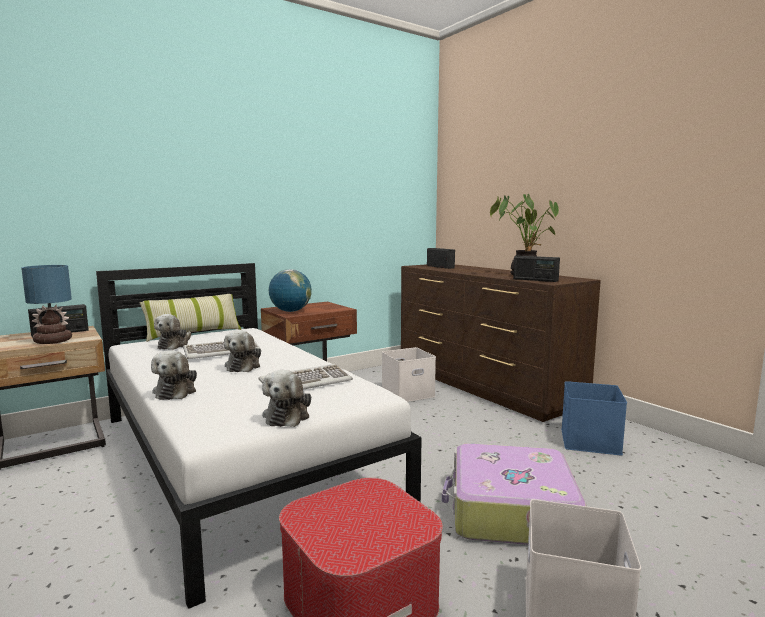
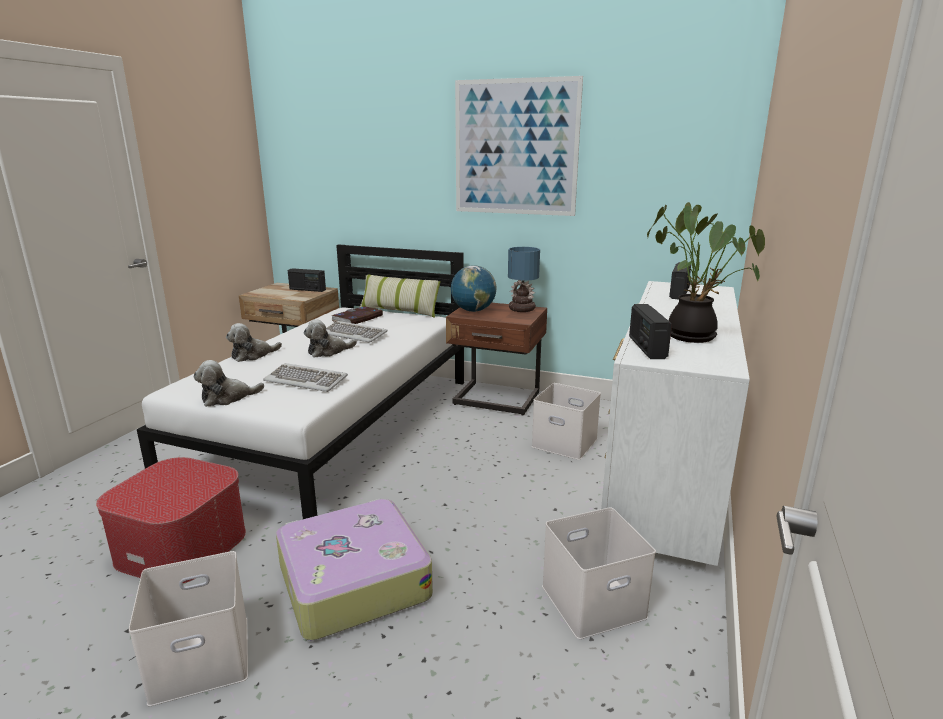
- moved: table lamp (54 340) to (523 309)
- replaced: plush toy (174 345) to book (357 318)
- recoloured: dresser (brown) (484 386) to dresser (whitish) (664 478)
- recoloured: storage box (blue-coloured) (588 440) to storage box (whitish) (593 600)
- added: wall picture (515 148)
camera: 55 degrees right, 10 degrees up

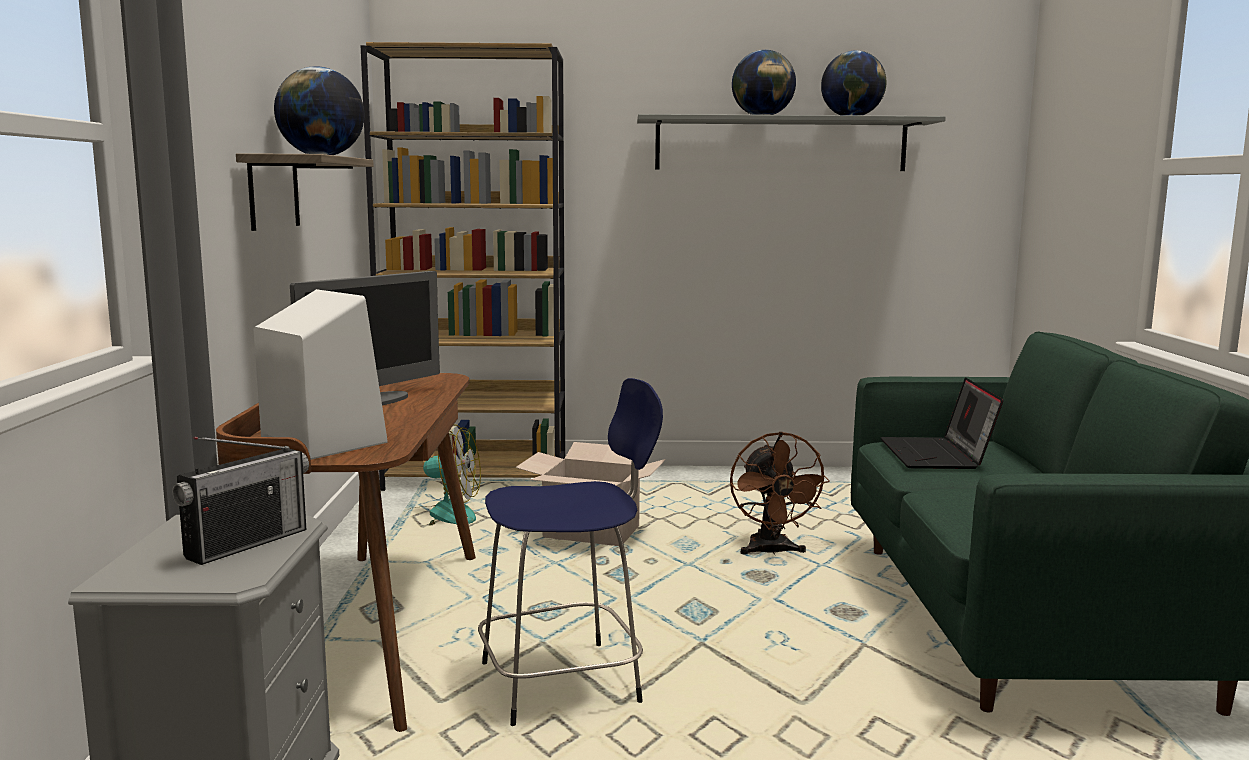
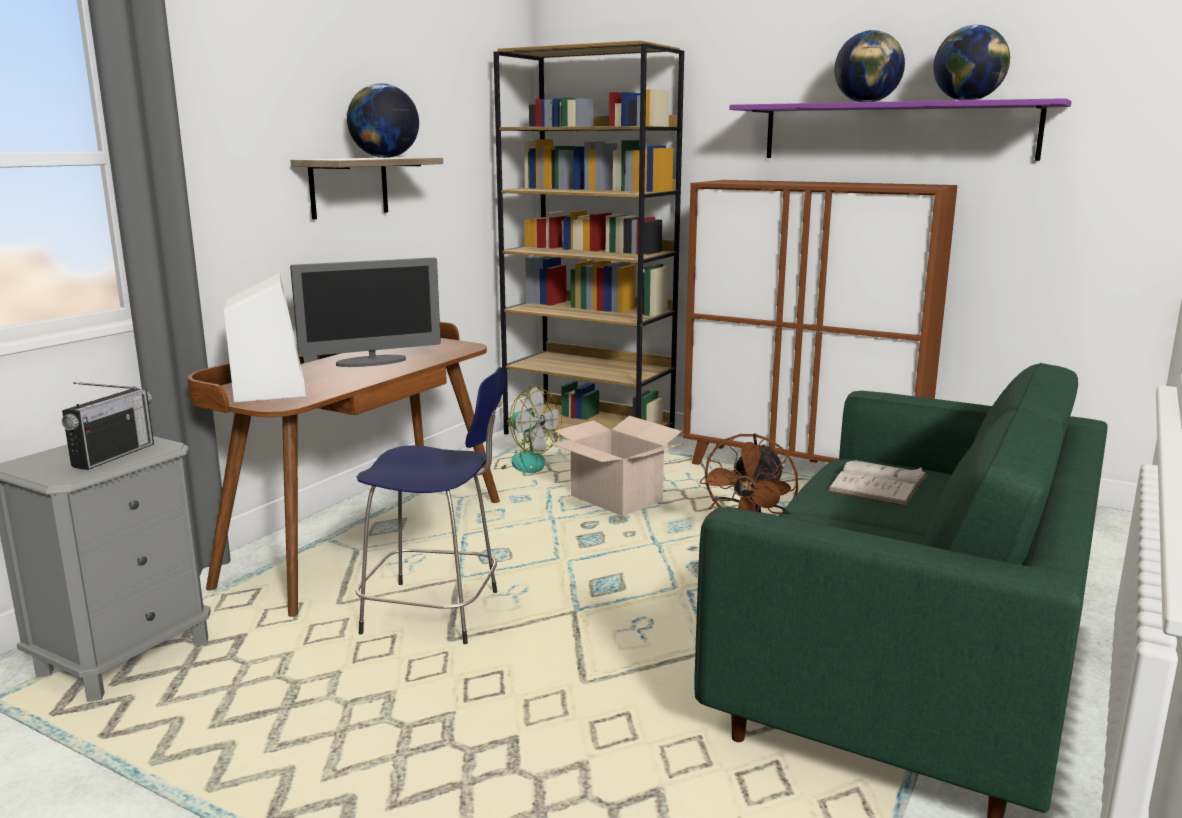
- turned: radio set (247 543) = (114 455) 45 degrees counterclockwise
- recoloured: wall shelf (greyish) (780 144) to wall shelf (purple) (896 131)
- replaced: portable computer (937 455) to book (whitish) (878 483)
- added: storage cabinet (brown) (802 472)
camera: 30 degrees right, 5 degrees up

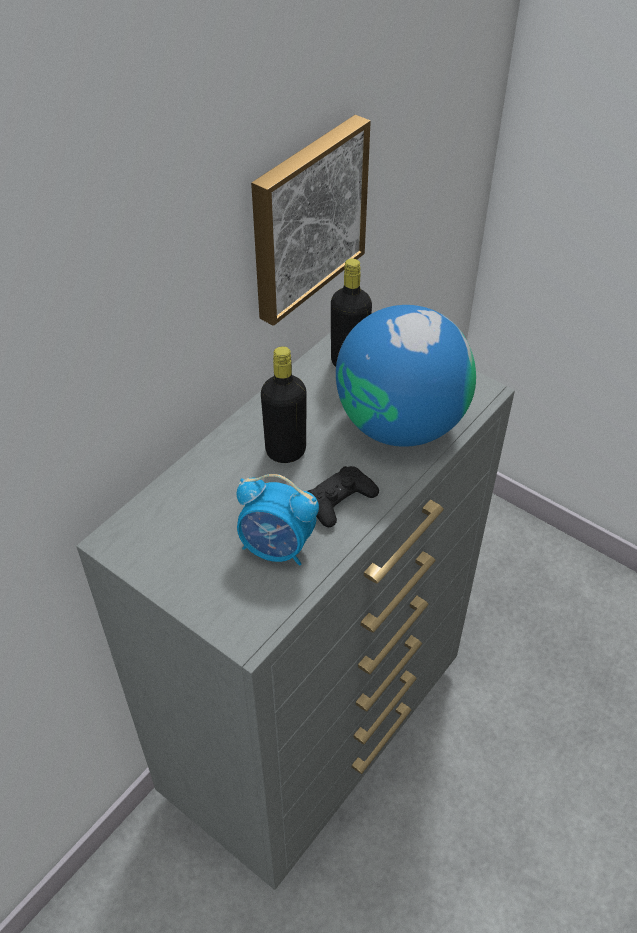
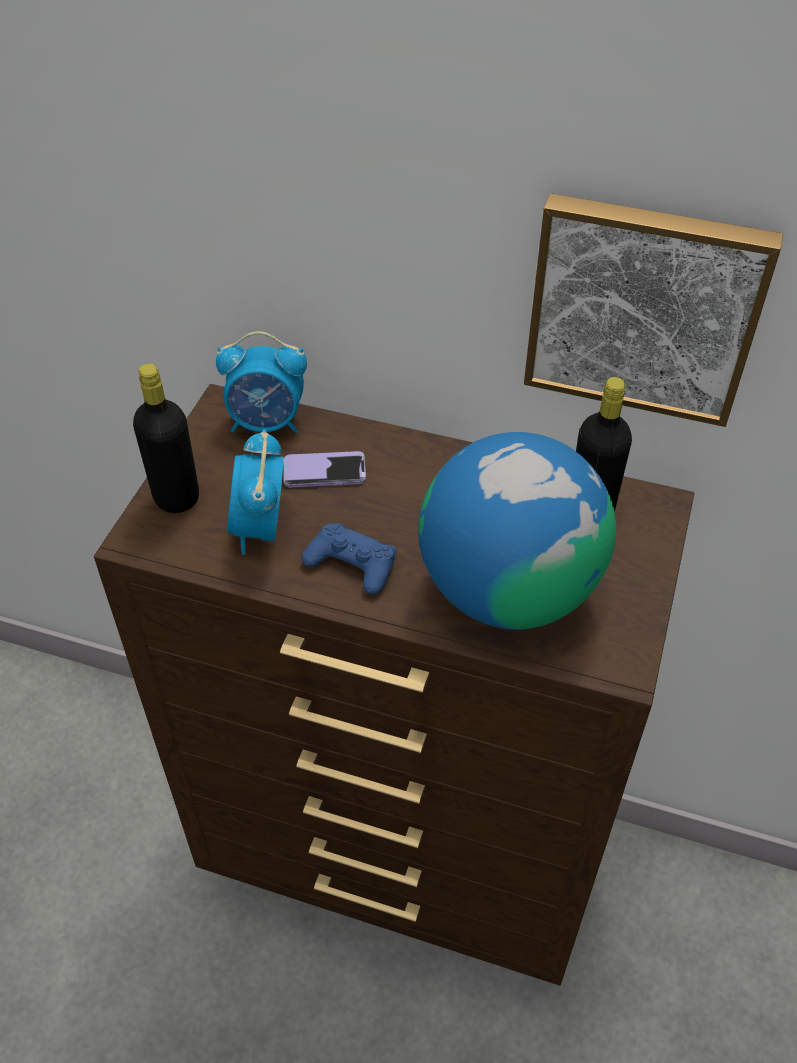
- recoloured: dresser (greyish) (317 729) to dresser (brown) (402 855)
- moved: drink bottle (black) (285 451) to (176 497)
- recoloured: game controller (black) (340 500) to game controller (blue-coloured) (352 564)
- added: alarm clock (267 423)
- added: handset (324 472)
camera: 70 degrees right, 0 degrees up

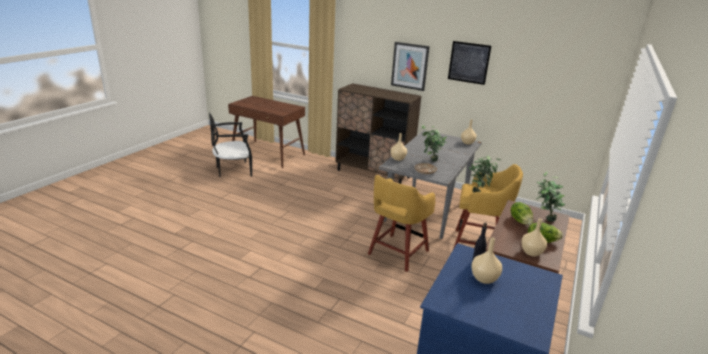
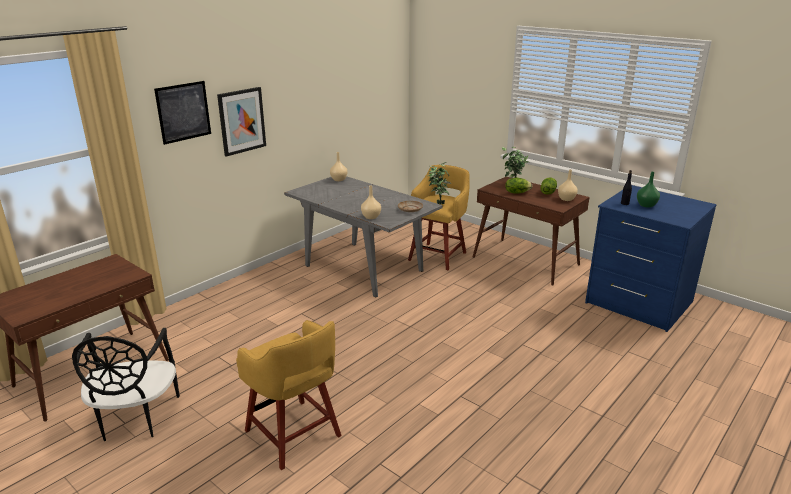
- removed: storage cabinet (brown) (373 174)
- moved: sitting stool (yellowish) (397 253) to (294 435)
- removed: plant in a pot (430 161)
- moved: wall picture (469 62) to (183 112)
- recoloured: decorative vase (beige) (484 278) to decorative vase (green) (646 205)
camera: 75 degrees left, 0 degrees up

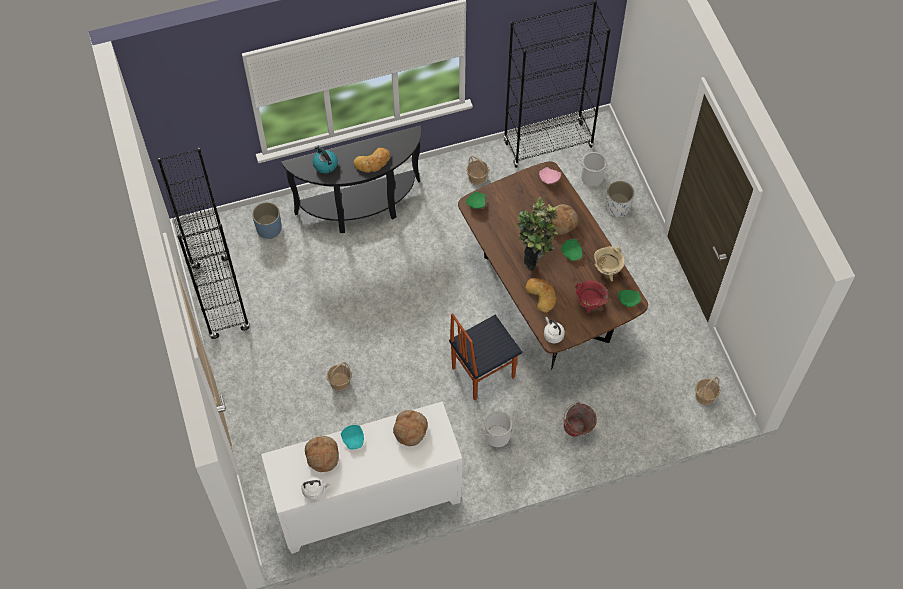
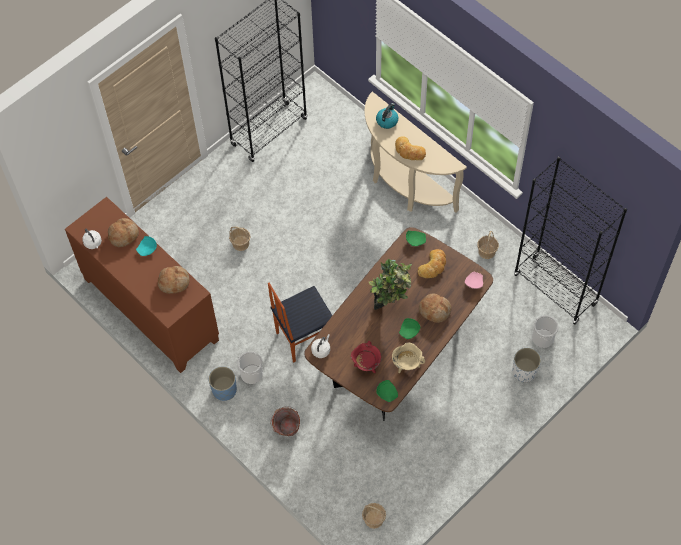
- moved: flower pot (blue-coloured) (269 228) to (224 390)
- recoloured: storage cabinet (whitish) (368 502) to storage cabinet (brown) (150 310)
- recoloured: hall table (black) (361 209) to hall table (beige) (404 184)
- turned: upright chair (482 372) = (303 337) 60 degrees counterclockwise
- moved: bakery bread (541 295) to (433 266)
camera: 65 degrees right, 0 degrees up

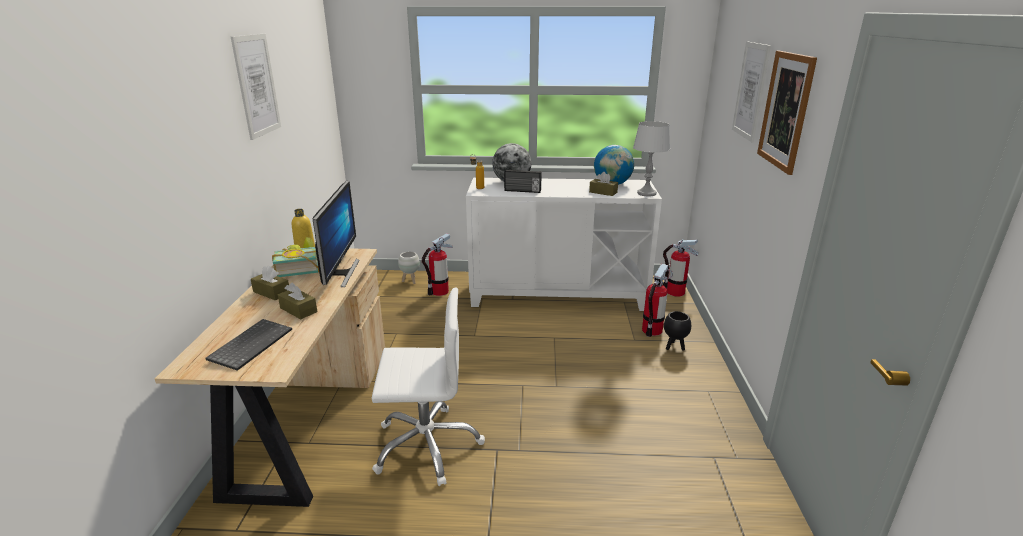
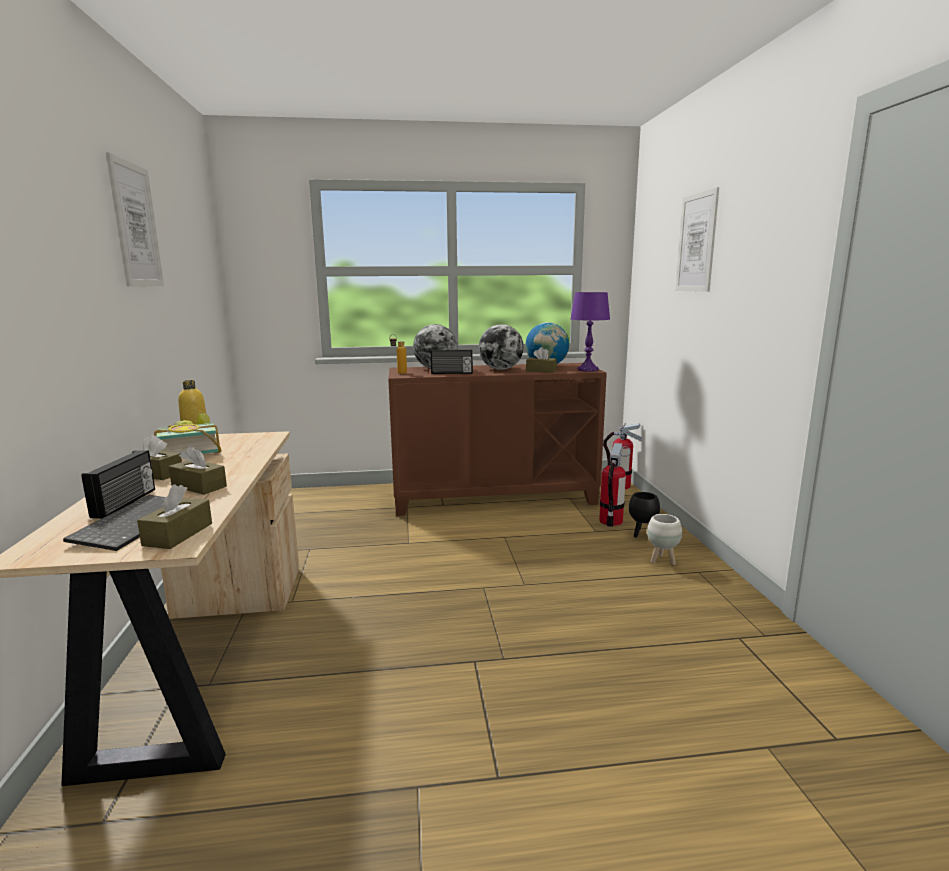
- removed: monitor (340 273)
- removed: computer chair (whitish) (427 445)
- moved: flower pot (whitish) (410 281) to (661 561)
- removed: extinguisher (439 291)
- recoloured: storage cabinet (whitish) (558 294) to storage cabinet (brown) (493 497)
- recoloured: table lamp (greyish) (646 193) to table lamp (purple) (587 370)
- removed: wall picture (785 110)
- added: radio set (126 503)
- added: tissue box (brown) (178 534)
- added: desk globe (500 369)
camera: 10 degrees left, 10 degrees down

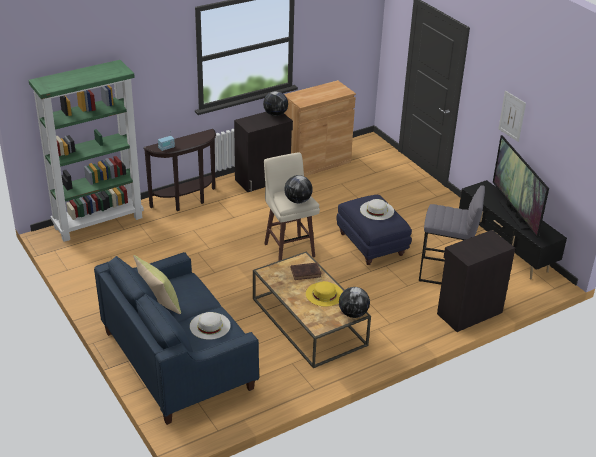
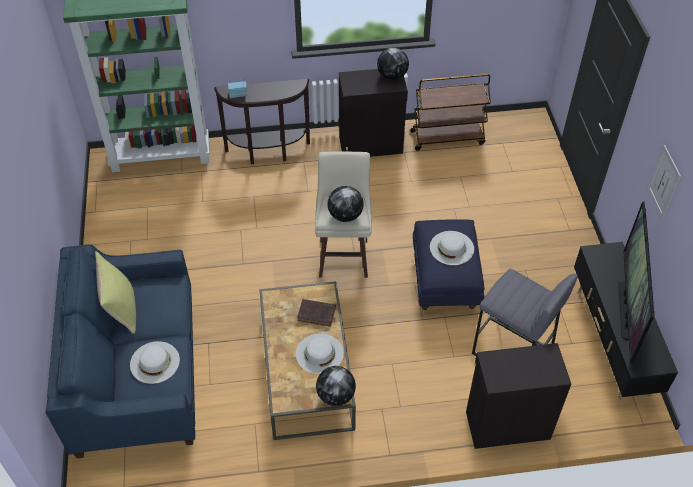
- replaced: storage cabinet (brown) (316 163) to trolley (brown) (447 137)
- recoloured: hat (yellowish) (324 294) to hat (whitish) (319 353)
camera: 25 degrees right, 15 degrees up

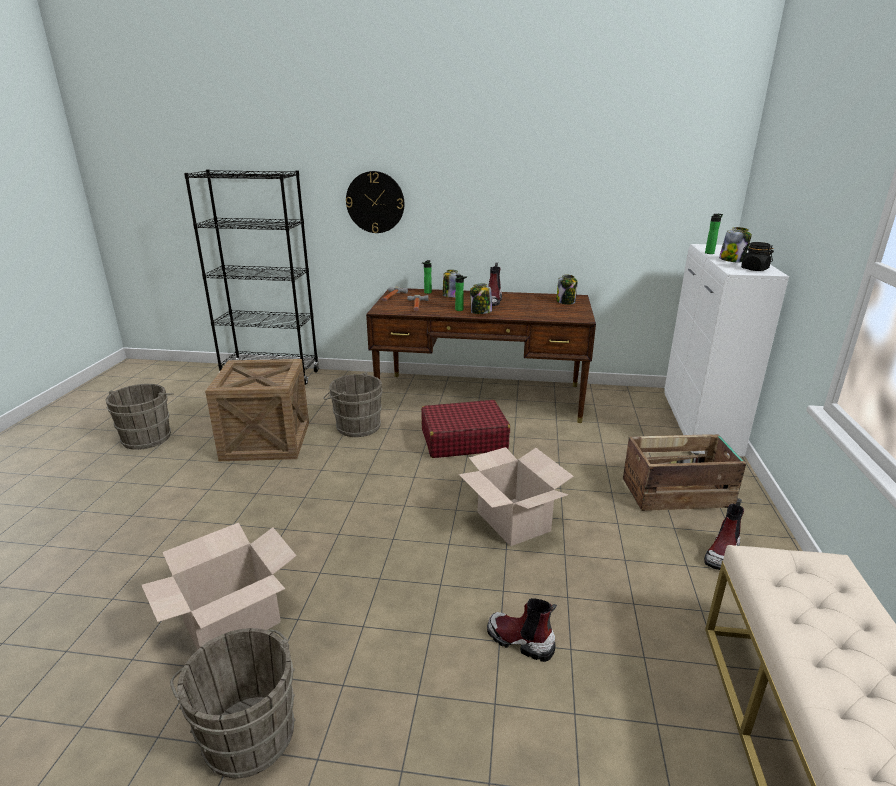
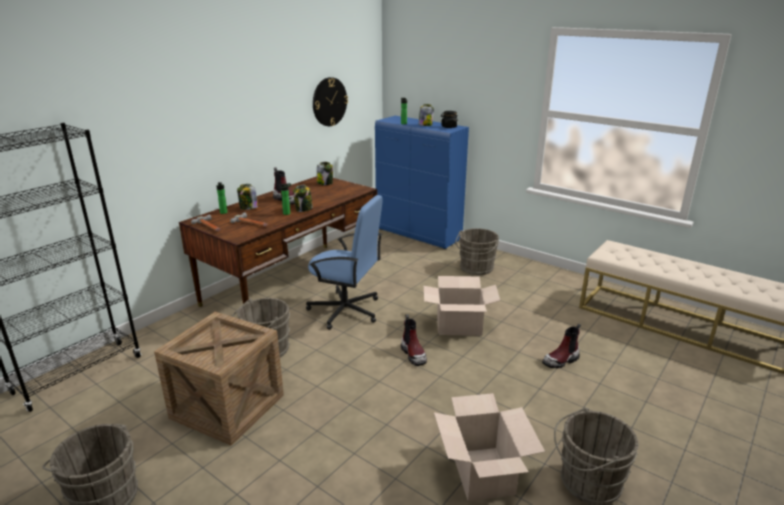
- moved: clock on the wall (375 202) to (329 102)
- replaced: travel case (red-coloured) (463 440) to computer chair (blue-coloured) (346 310)
- replaced: packing crate (678 493) to bucket (greyish) (475 269)
- recoloured: storage cabinet (whitish) (700 425) to storage cabinet (blue-coloured) (419 235)
- moved: high-top boot (722 554) to (414 354)
camera: 60 degrees left, 0 degrees up

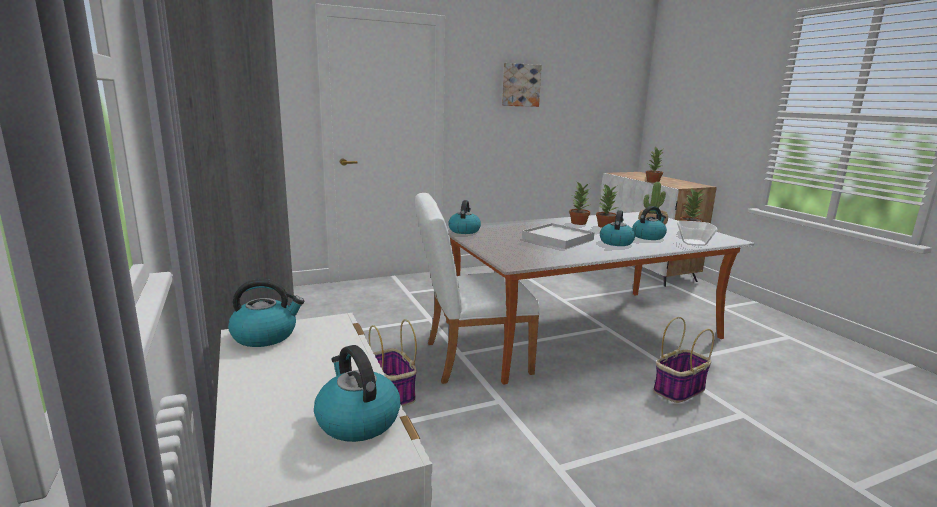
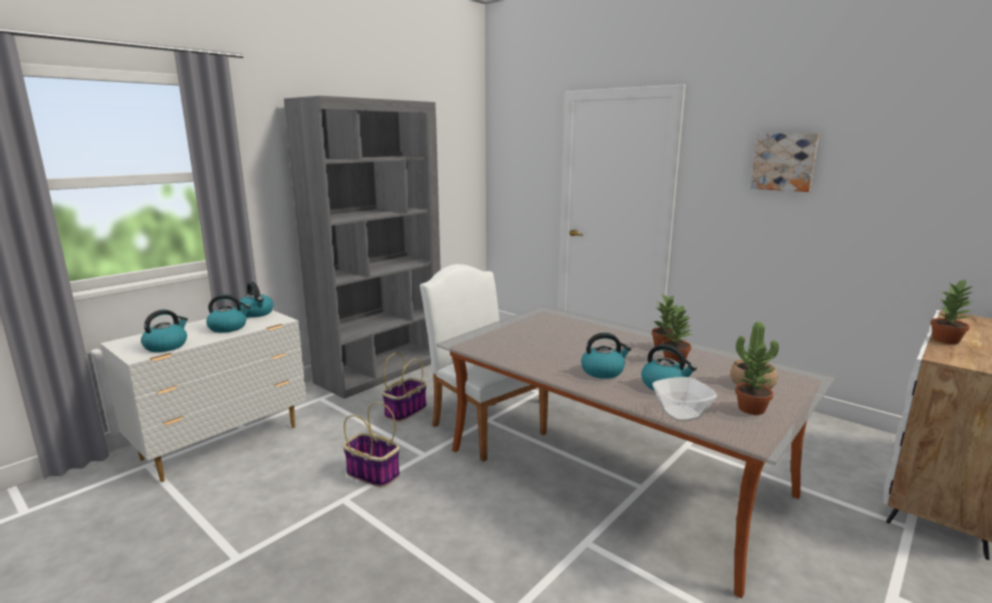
- moved: water kettle (464 230) to (228 327)
- removed: carrying tray (whitish) (558 239)
- moved: basket (679 390) to (372 473)
camera: 65 degrees right, 0 degrees up

